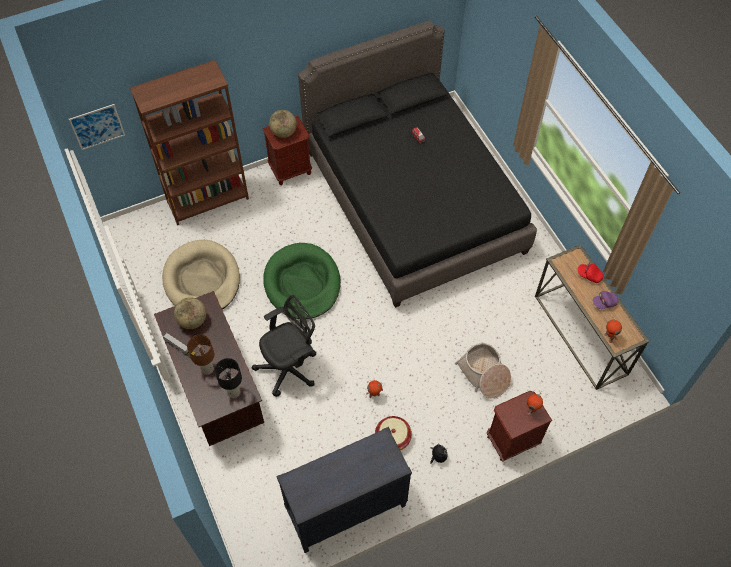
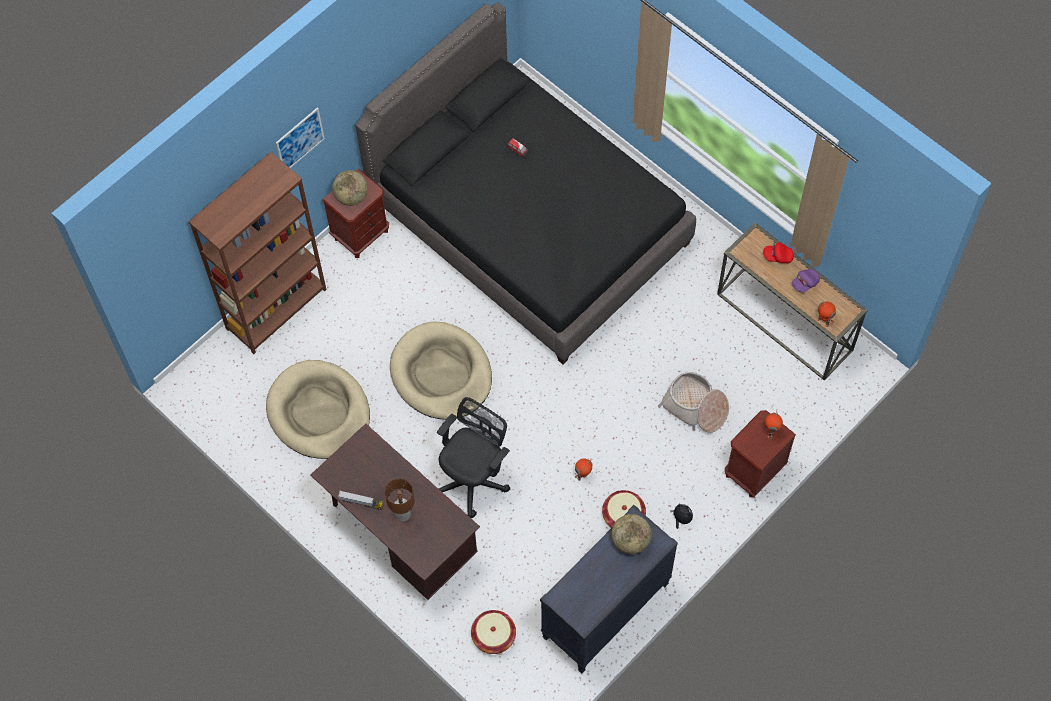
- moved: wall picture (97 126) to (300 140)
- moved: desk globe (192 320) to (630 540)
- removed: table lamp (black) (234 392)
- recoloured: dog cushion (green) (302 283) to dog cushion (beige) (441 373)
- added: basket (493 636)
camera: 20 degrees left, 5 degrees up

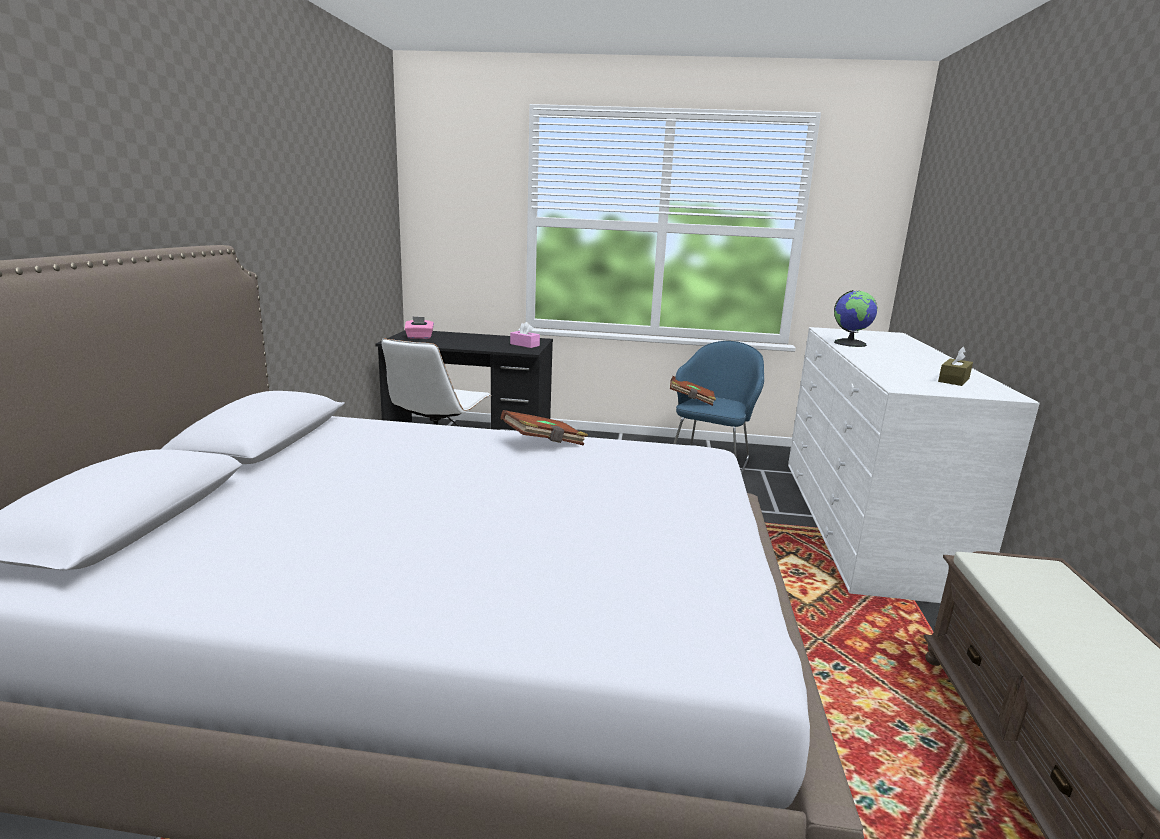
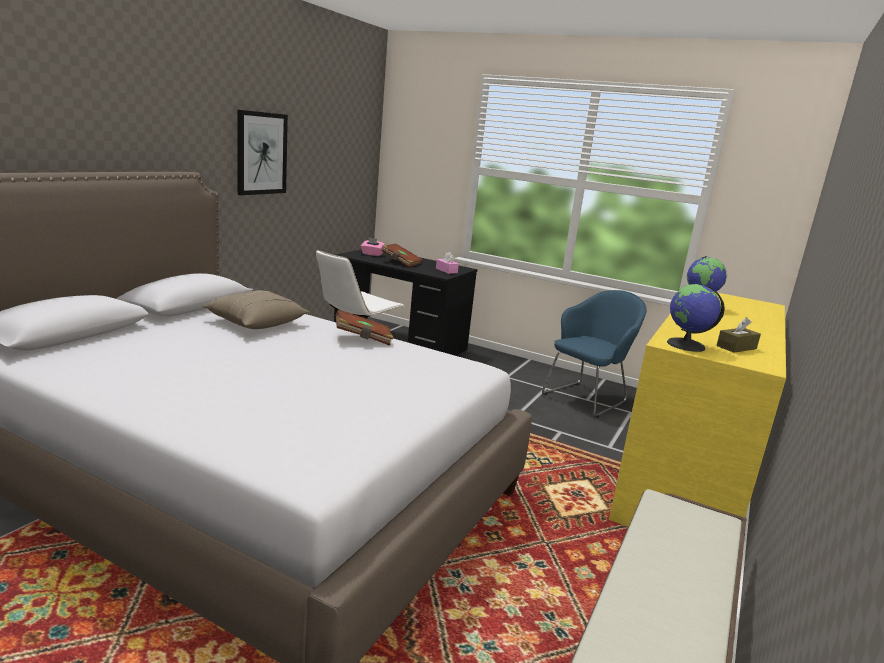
- moved: book (brown) (691 400) to (401 263)
- recoloured: dresser (whitish) (865 522) to dresser (yellowish) (688 473)
- added: throw pillow (beige) (256 322)
- added: wall picture (261 153)
- added: desk globe (686 345)
camera: 20 degrees right, 0 degrees up

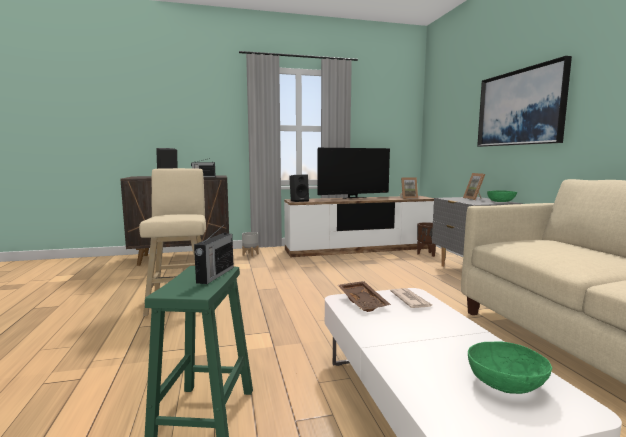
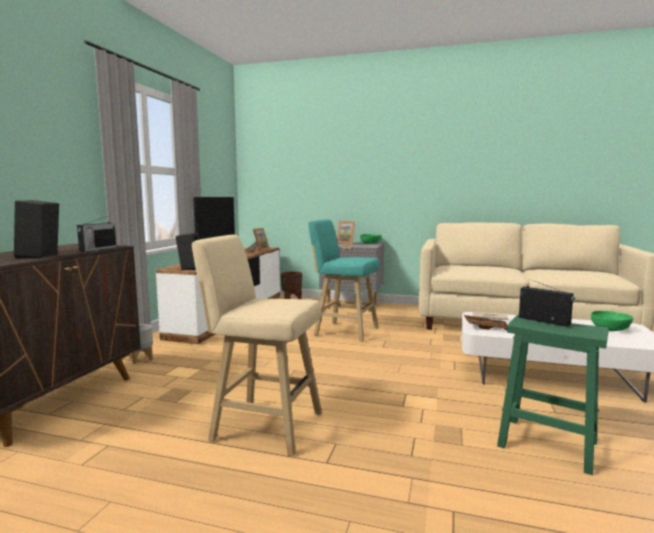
- removed: wall picture (520 108)
- added: sitting stool (turquoise-coloured) (343 331)
camera: 60 degrees left, 0 degrees up

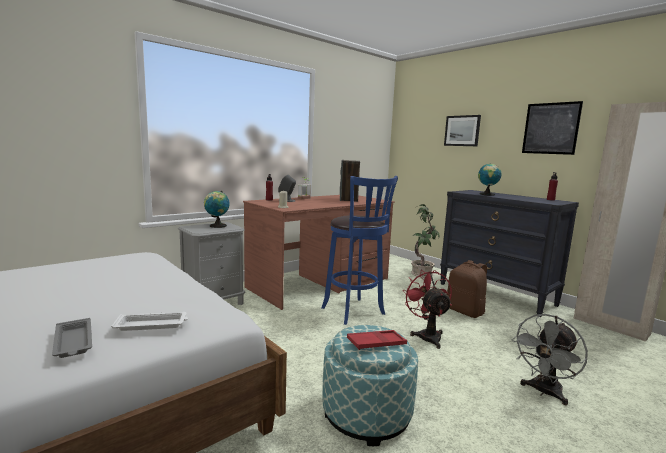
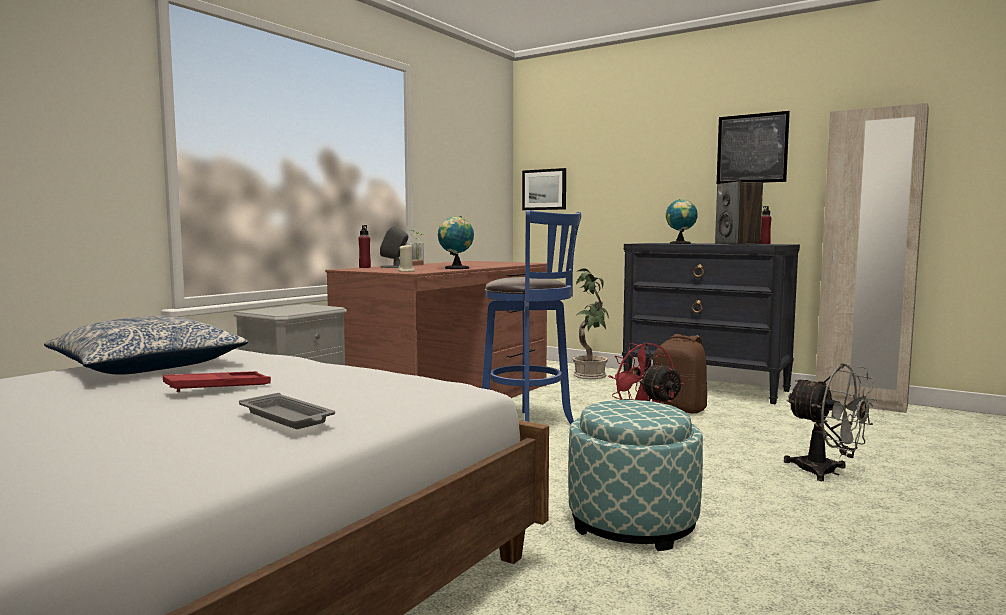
- removed: carrying tray (whitish) (152 325)
- moved: desk globe (217 226) to (455 268)
- moved: audio speaker (349 199) to (737 244)
- moved: carrying tray (red-coloured) (376 343) to (218 388)
- moved: wall picture (462 131) to (544 189)
- turned: fan (greyish) (544 392) = (827 472) 75 degrees counterclockwise
- added: throw pillow (148 366)
camera: 15 degrees left, 5 degrees down

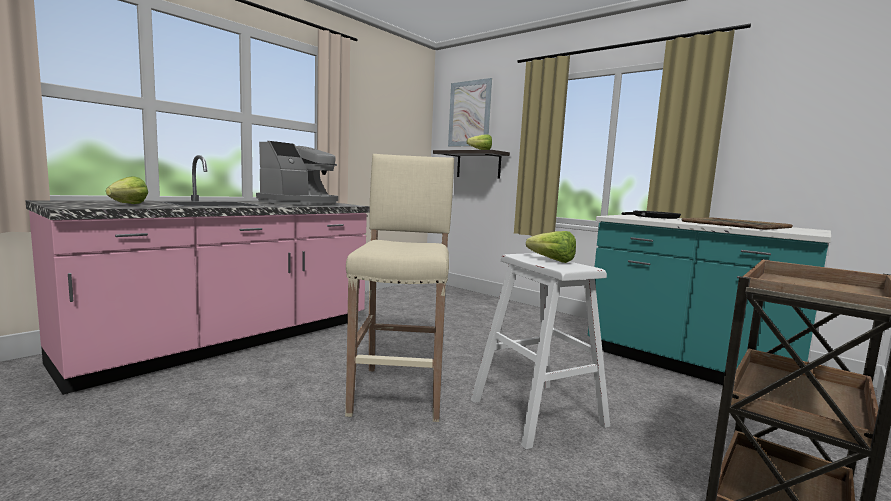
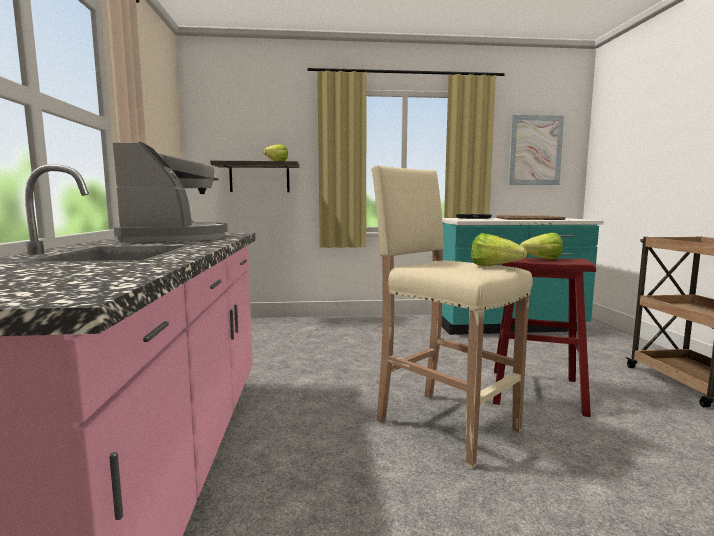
- moved: lettuce head (124 204) to (498 267)
- moved: wall picture (469 114) to (535 150)
- recoloured: sitting stool (whitish) (537 413) to sitting stool (red-coloured) (536 391)
camera: 45 degrees left, 0 degrees up

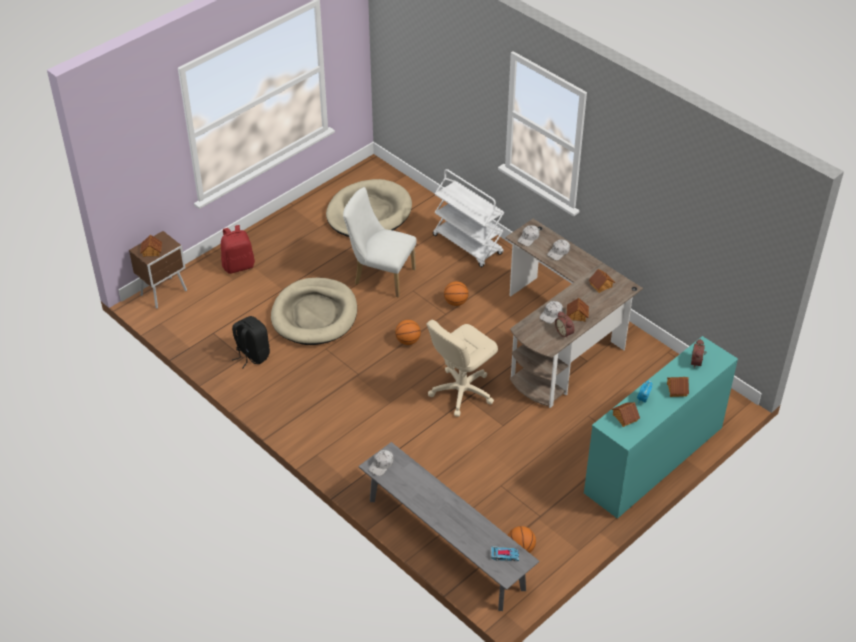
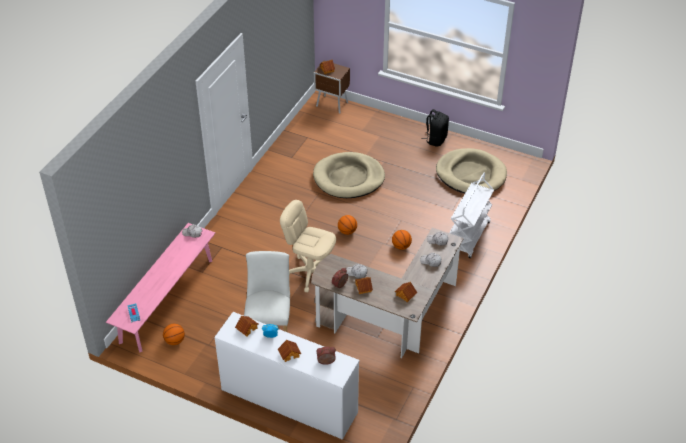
- removed: knapsack (red-coloured) (238 265)
- moved: knapsack (black) (252 355) to (436 139)
- moved: upright chair (whitish) (380 276) to (269 324)
- recoloured: long seat (greyish) (445 543) to long seat (pinkish) (167 300)
- recoloured: dresser (turquoise-coloured) (653 460) to dresser (whitish) (288 401)
camera: 70 degrees right, 0 degrees up

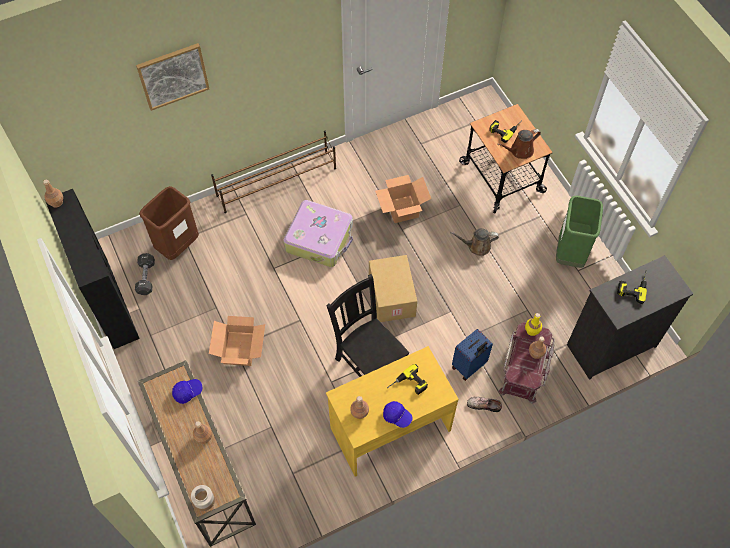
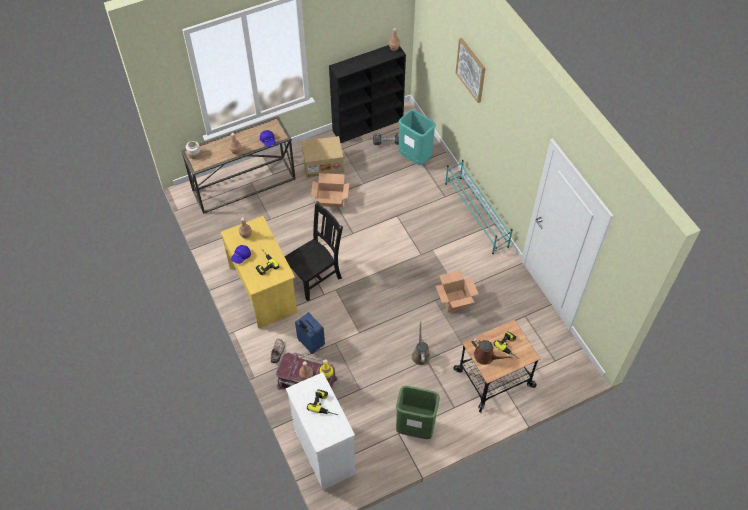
- recoloured: rubbish bin (brown) (178 245) to rubbish bin (turquoise-coloured) (415 158)
- recoloured: shoe shelf (brown) (277 182) to shoe shelf (turquoise-coloured) (476 215)
- removed: travel case (320 238)
- moved: packing box (390 296) to (323 164)
- turned: sprinkling can (brown) (519 151) = (486 356) 150 degrees clockwise
- recoloured: dresser (black) (610 345) to dresser (whitish) (325 451)
camera: 90 degrees right, 5 degrees down

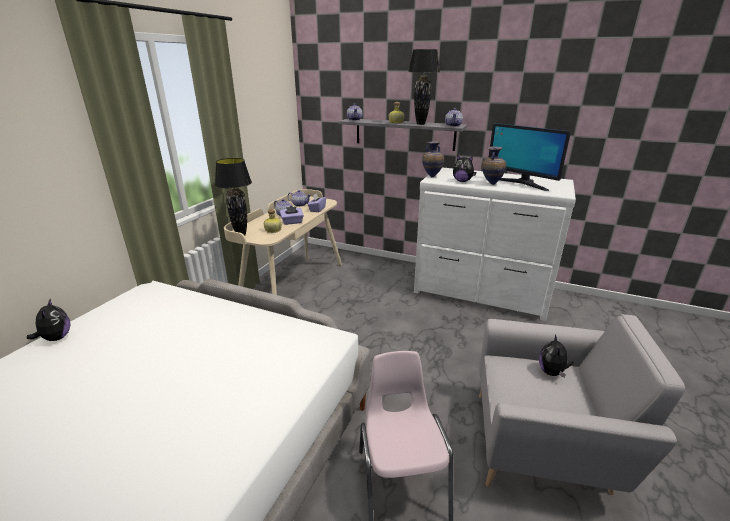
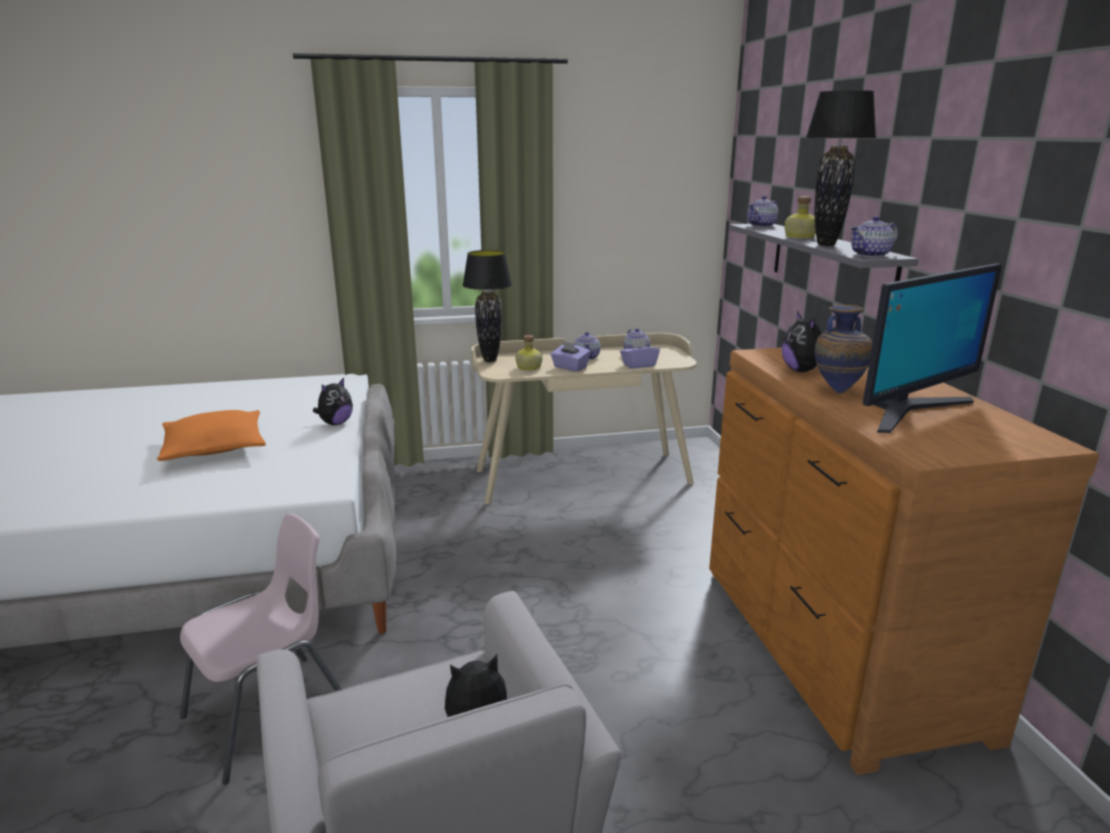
- moved: plush toy (56 338) to (335 423)
- recoloured: dresser (whitish) (481 292) to dresser (brown) (831 647)
- removed: decorative vase (432 176)
- turned: monitor (521 183) = (910 410) 135 degrees counterclockwise
- added: throw pillow (orangey) (215 447)
camera: 55 degrees right, 5 degrees down

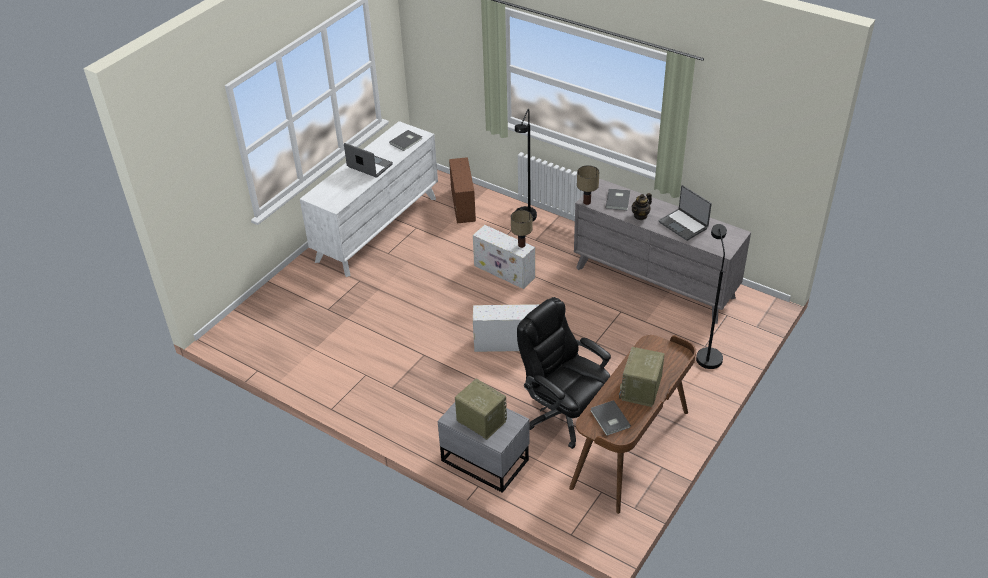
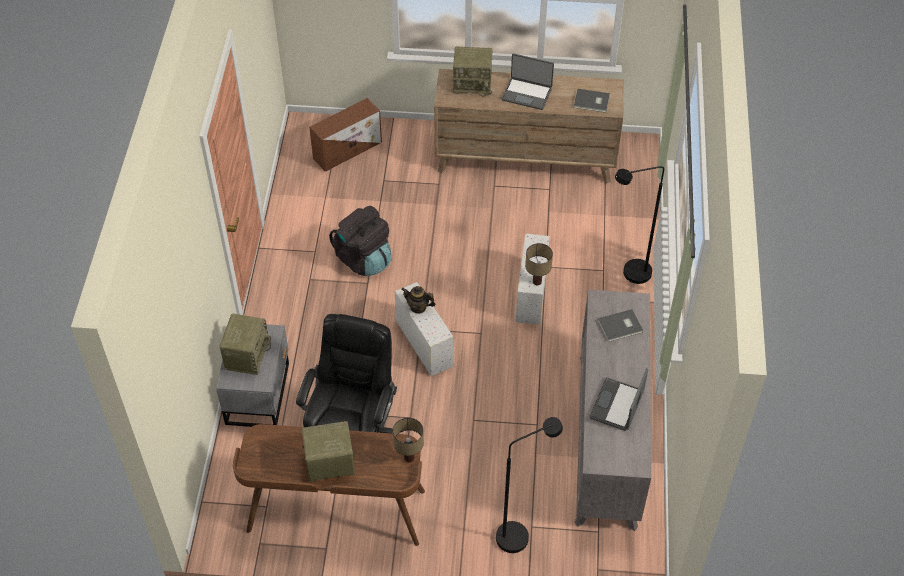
- recoloured: dresser (whitish) (377 228) to dresser (brown) (525 159)
- turned: portable computer (369 166) = (527 94) 105 degrees clockwise
- moved: storage box (brown) (463 204) to (348 149)
- moved: table lamp (586 202) to (409 457)
- removed: book (greyish) (609 419)
- moved: teapot (640 216) to (418 307)
- added: knapsack (black) (364 259)
- added: radio set (473 83)
camera: 60 degrees right, 10 degrees up

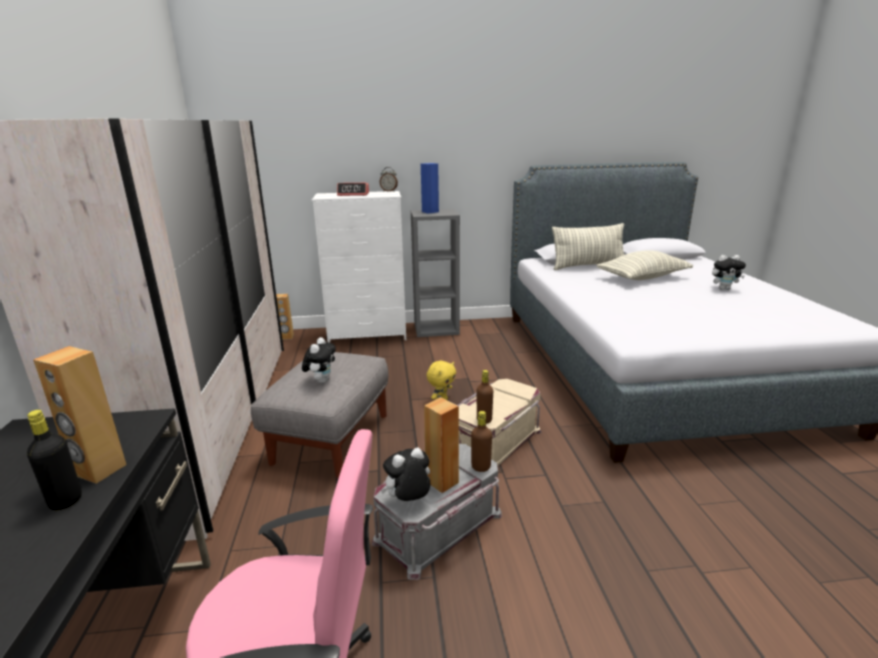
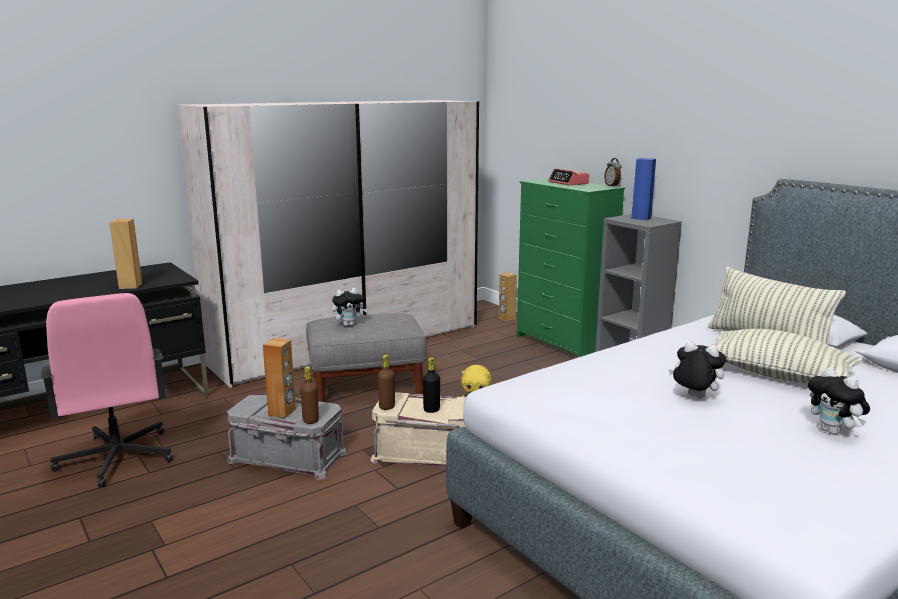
- moved: drink bottle (black) (65 501) to (431 410)
- recoloured: dresser (whitish) (368 335) to dresser (green) (563 344)
- moved: plush toy (408 501) to (694 397)
camera: 60 degrees right, 5 degrees down

